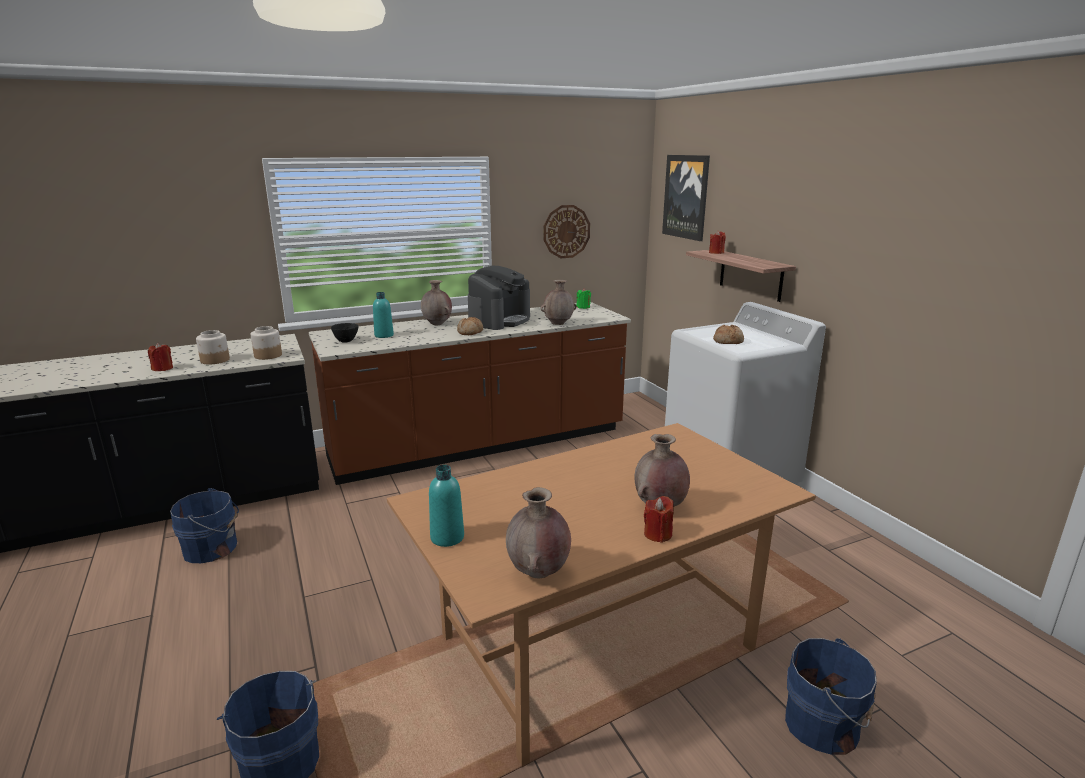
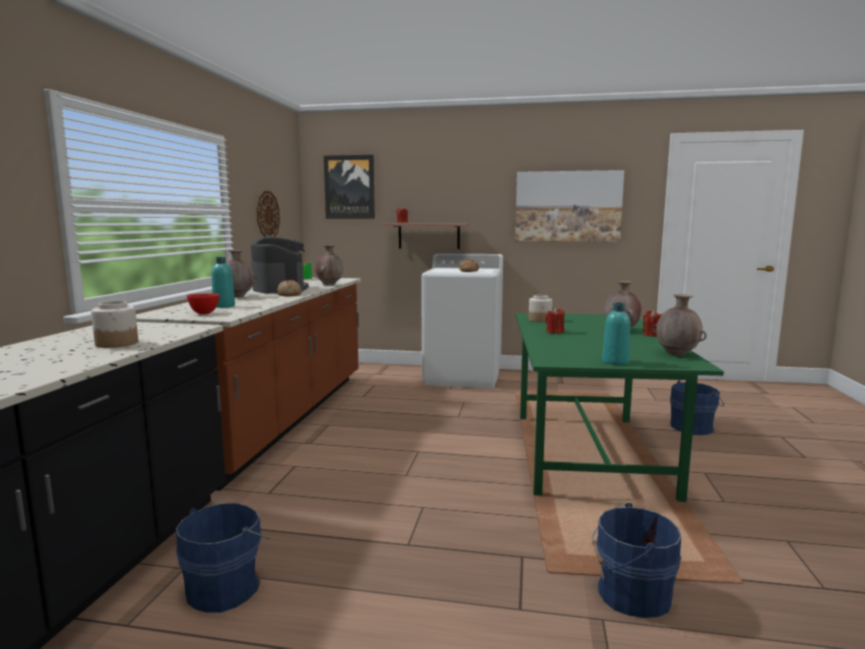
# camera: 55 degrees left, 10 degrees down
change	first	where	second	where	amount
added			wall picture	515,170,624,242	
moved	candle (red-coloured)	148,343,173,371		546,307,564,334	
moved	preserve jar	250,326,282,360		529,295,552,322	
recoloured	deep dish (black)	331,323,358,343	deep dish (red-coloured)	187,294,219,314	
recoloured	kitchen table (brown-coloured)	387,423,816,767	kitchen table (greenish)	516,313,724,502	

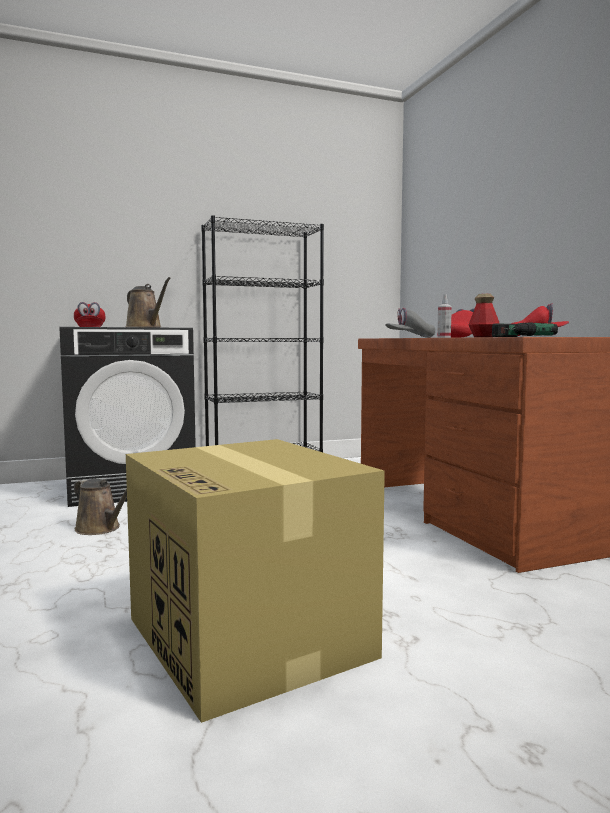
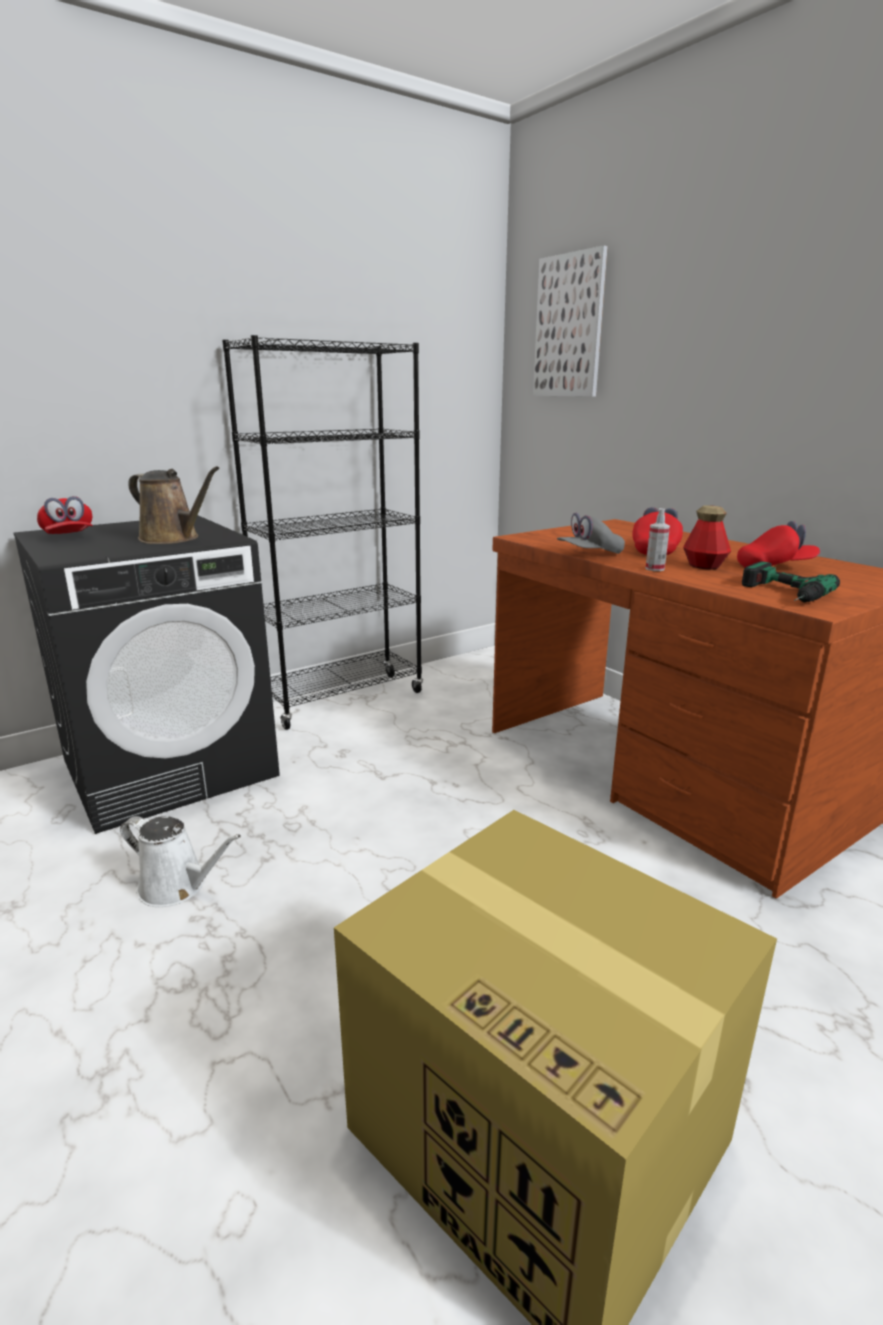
# camera: 15 degrees left, 15 degrees up
change	first	where	second	where	amount
added			wall picture	533,245,608,397	
recoloured	sprinkling can (brown-coloured)	74,479,127,535	sprinkling can (white-coloured)	120,816,241,907	

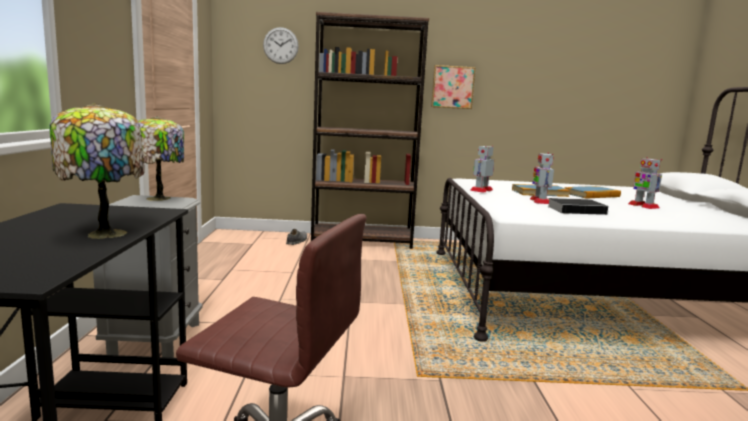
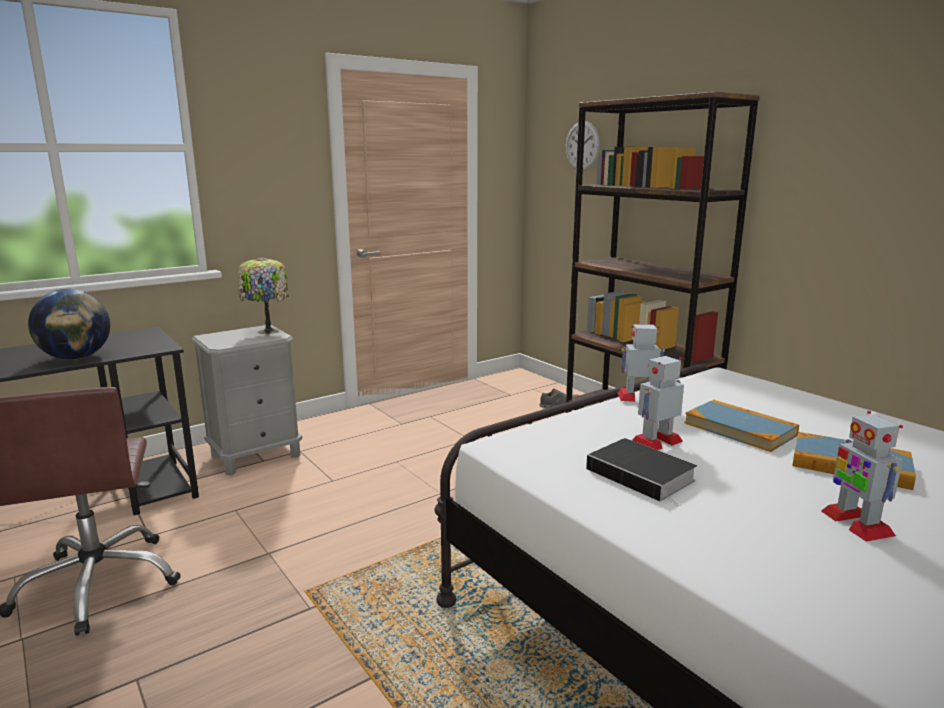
# camera: 55 degrees right, 5 degrees up
change	first	where	second	where	amount
removed	wall picture	431,65,476,109			
replaced	table lamp	49,103,145,239	desk globe	28,289,110,360	
turned	toy robot	628,157,662,209		821,411,903,542	45 degrees counterclockwise

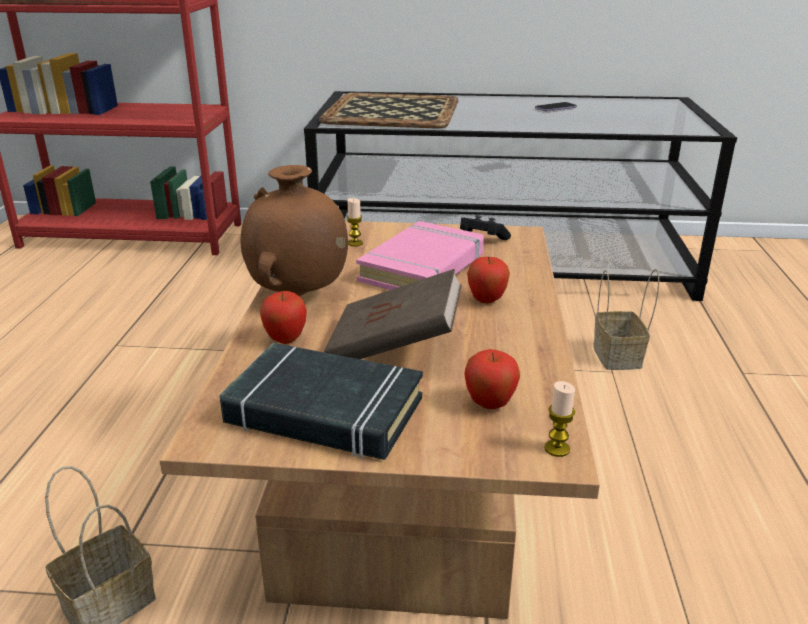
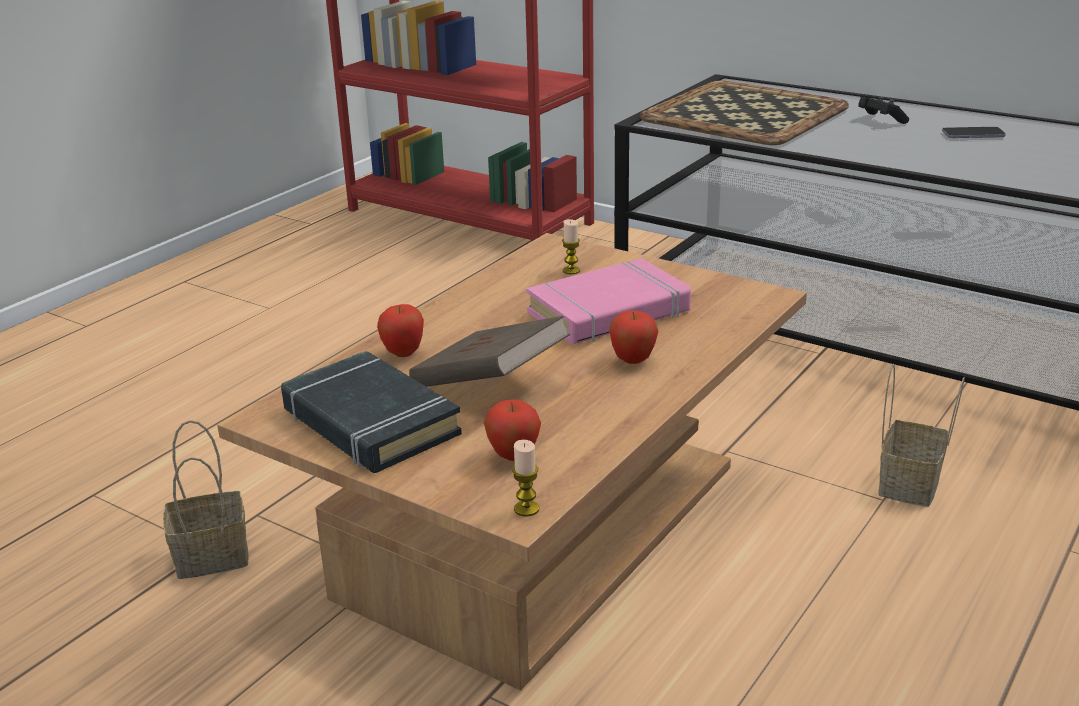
# camera: 30 degrees right, 0 degrees up
change	first	where	second	where	amount
removed	decorative vase (brown-coloured)	241,165,348,296			
moved	joypad (black)	460,215,511,240		858,96,909,124	

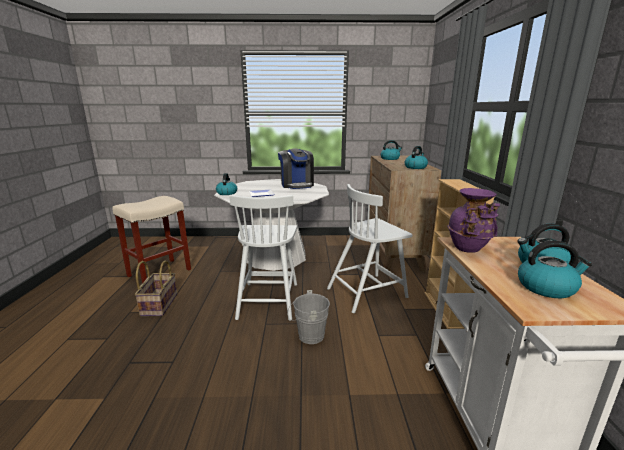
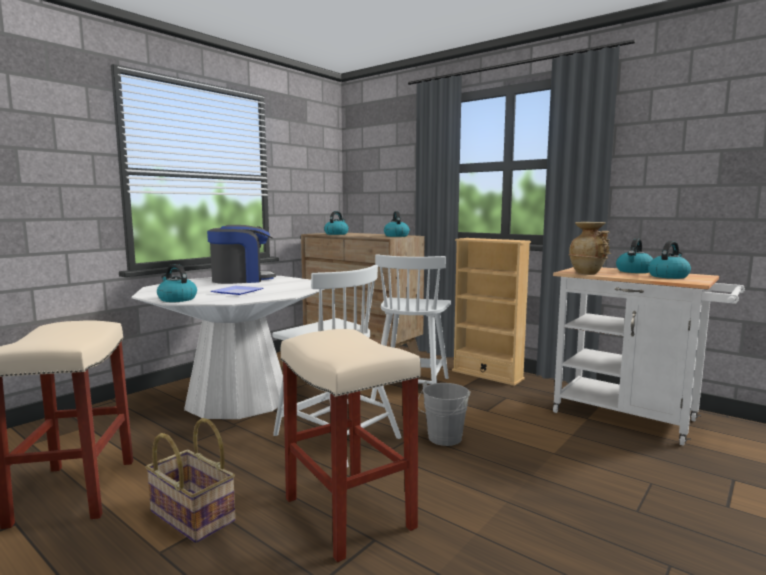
# camera: 50 degrees left, 10 degrees down
change	first	where	second	where	amount
added			stool (sand-coloured)	280,329,421,562	
recoloured	decorative vase (purplish)	447,188,500,253	decorative vase (sand-coloured)	569,222,612,274	
turned	coffee maker	278,148,314,189		207,225,276,284	45 degrees counterclockwise

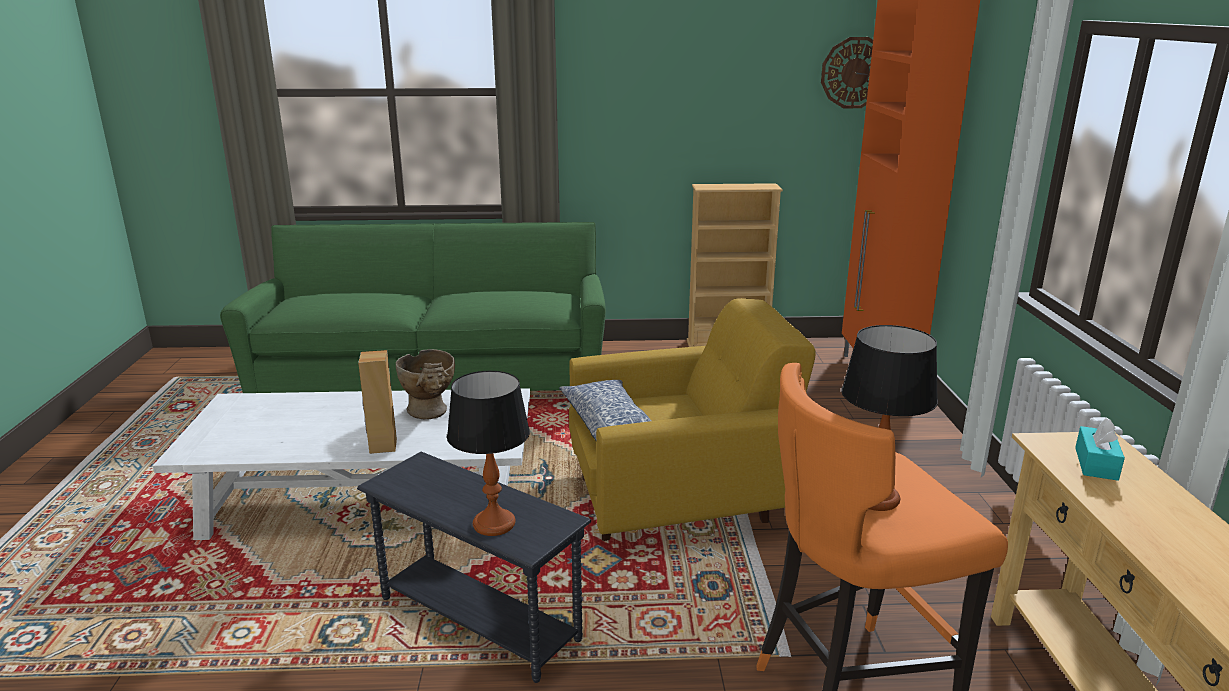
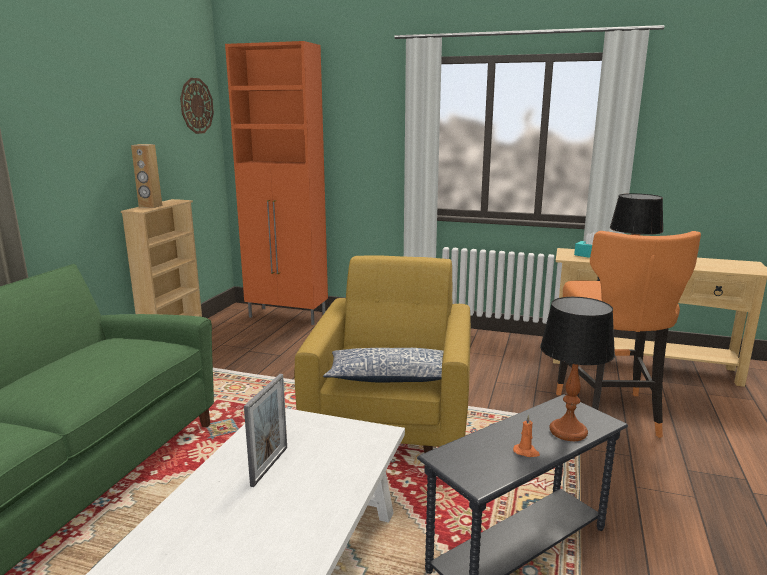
# camera: 70 degrees left, 5 degrees down
change	first	where	second	where	amount
added			candle (orangey)	513,414,540,457	
moved	loudspeaker (brown-coloured)	358,350,397,454		131,144,162,208	
replaced	decorative vase (sand-coloured)	396,349,455,420	standing frame	244,374,287,487	

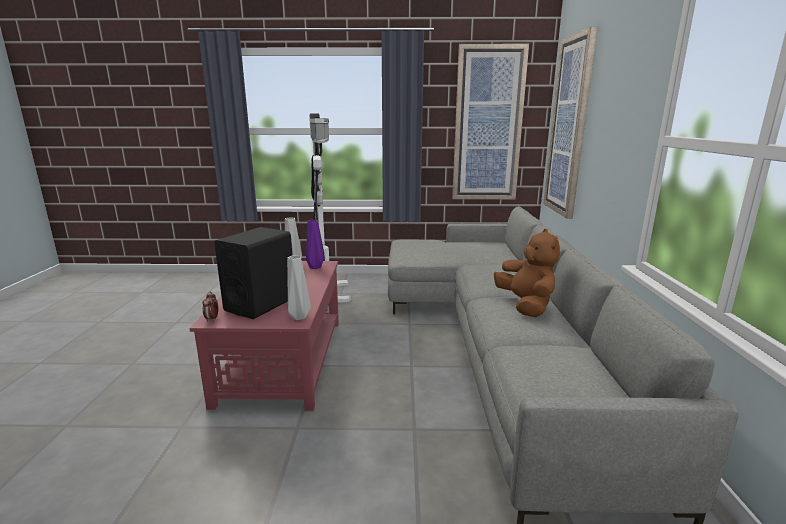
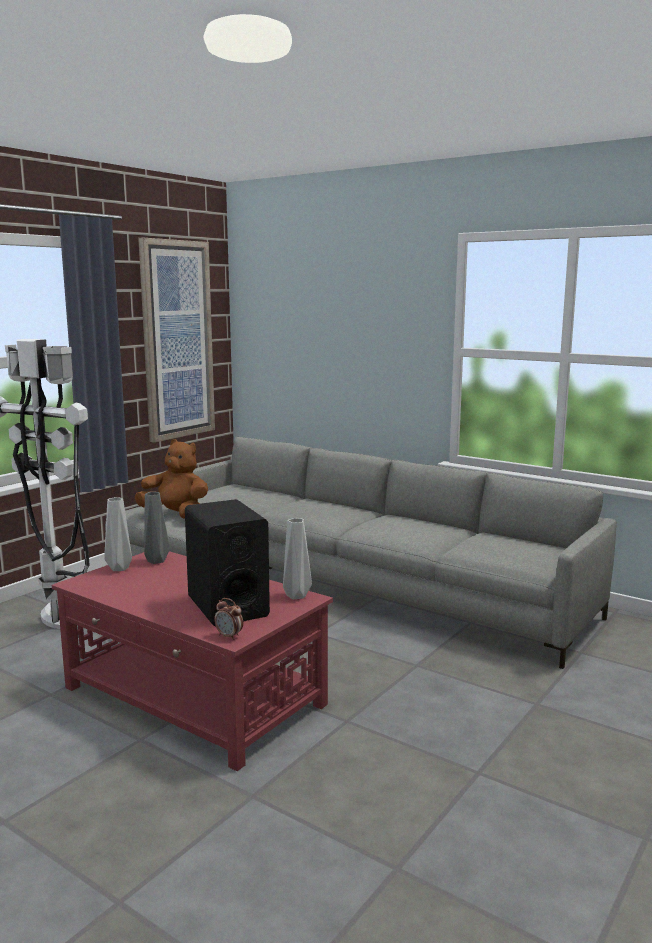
# camera: 55 degrees left, 5 degrees down
change	first	where	second	where	amount
removed	wall picture	543,27,598,219			
moved	plush toy (brown-coloured)	494,229,560,317		134,439,208,519	
recoloured	decorative vase (purplish)	306,220,324,269	decorative vase (grey)	144,492,170,564	

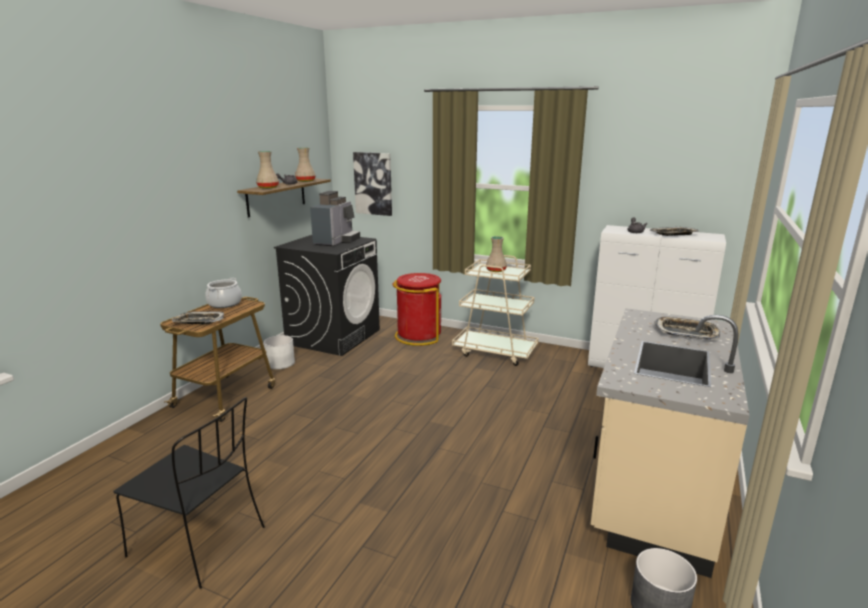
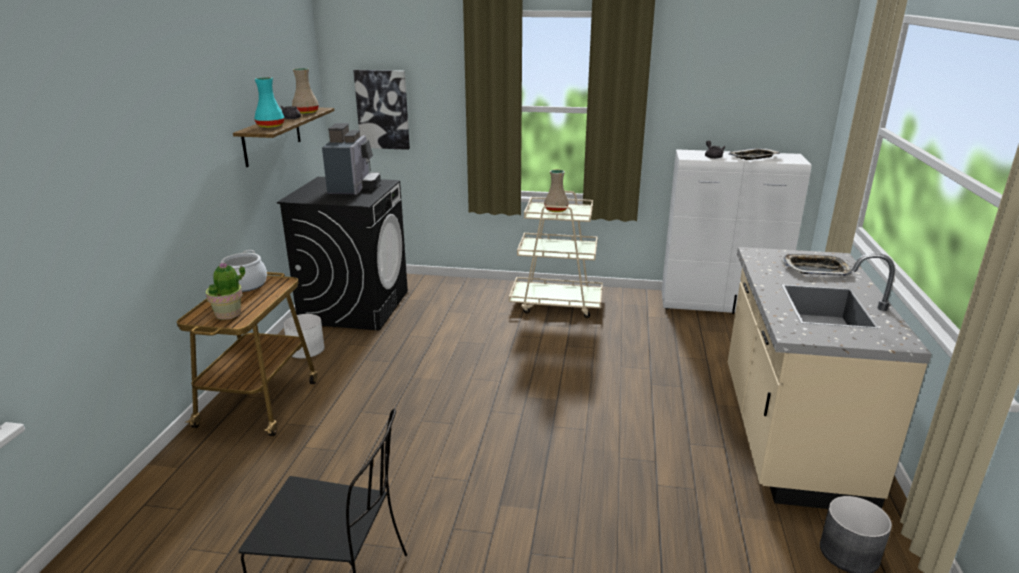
# camera: 15 degrees left, 5 degrees up
change	first	where	second	where	amount
removed	rubbish bin (red-coloured)	393,273,441,346			
replaced	tray	172,311,224,324	houseplant	206,262,245,320	
recoloured	decorative vase (sand-coloured)	256,151,279,189	decorative vase (turquoise)	254,77,284,128	

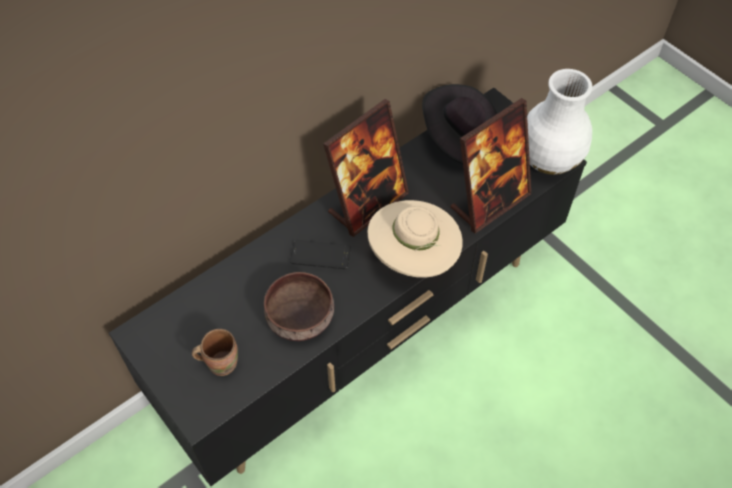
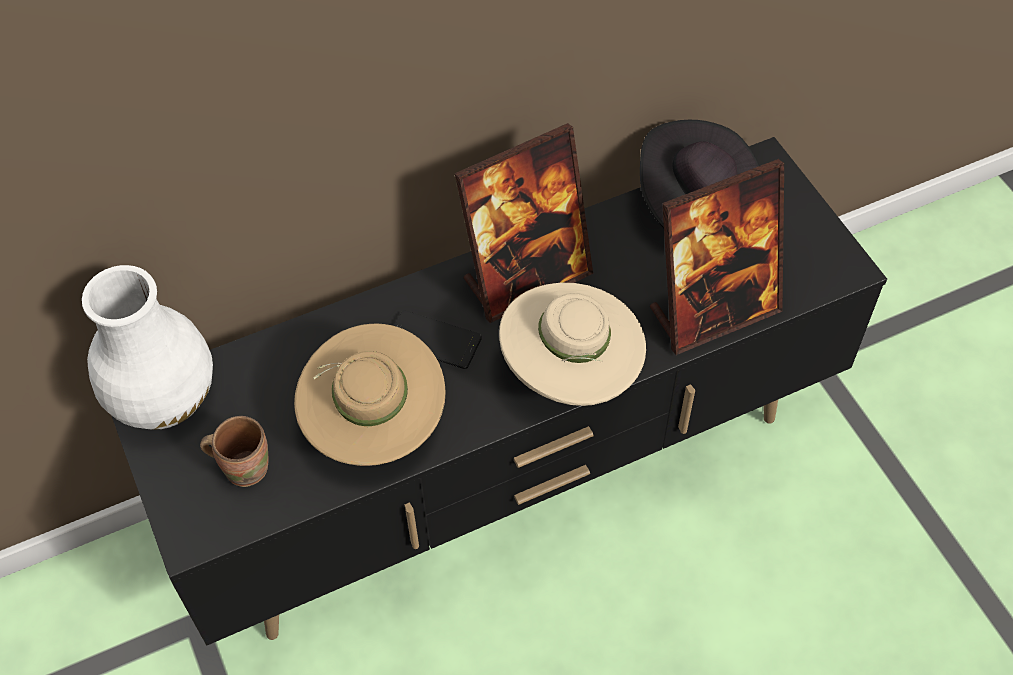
# camera: 15 degrees right, 0 degrees up
change	first	where	second	where	amount
moved	decorative vase (white-coloured)	527,69,592,175		82,265,213,430	
replaced	deep dish (brown-coloured)	264,272,334,341	wearable hat (sand-coloured)	294,324,446,466	

